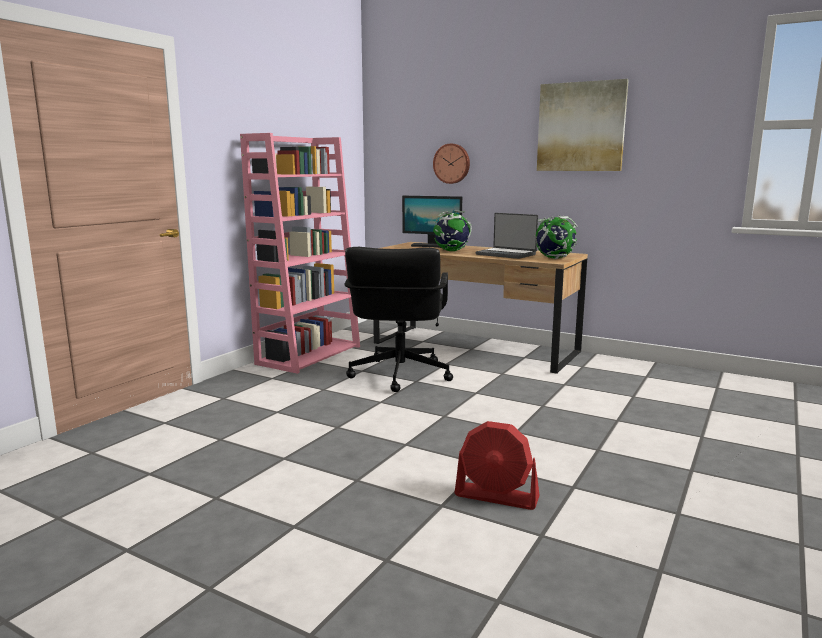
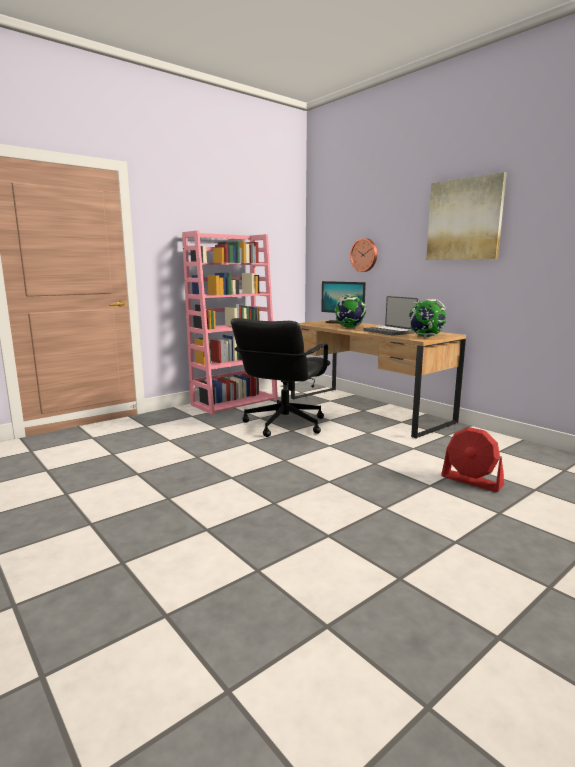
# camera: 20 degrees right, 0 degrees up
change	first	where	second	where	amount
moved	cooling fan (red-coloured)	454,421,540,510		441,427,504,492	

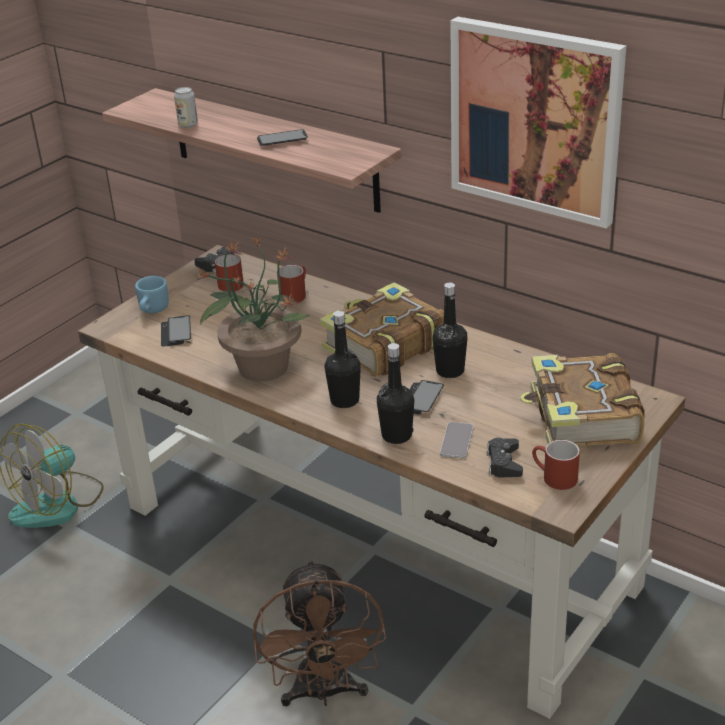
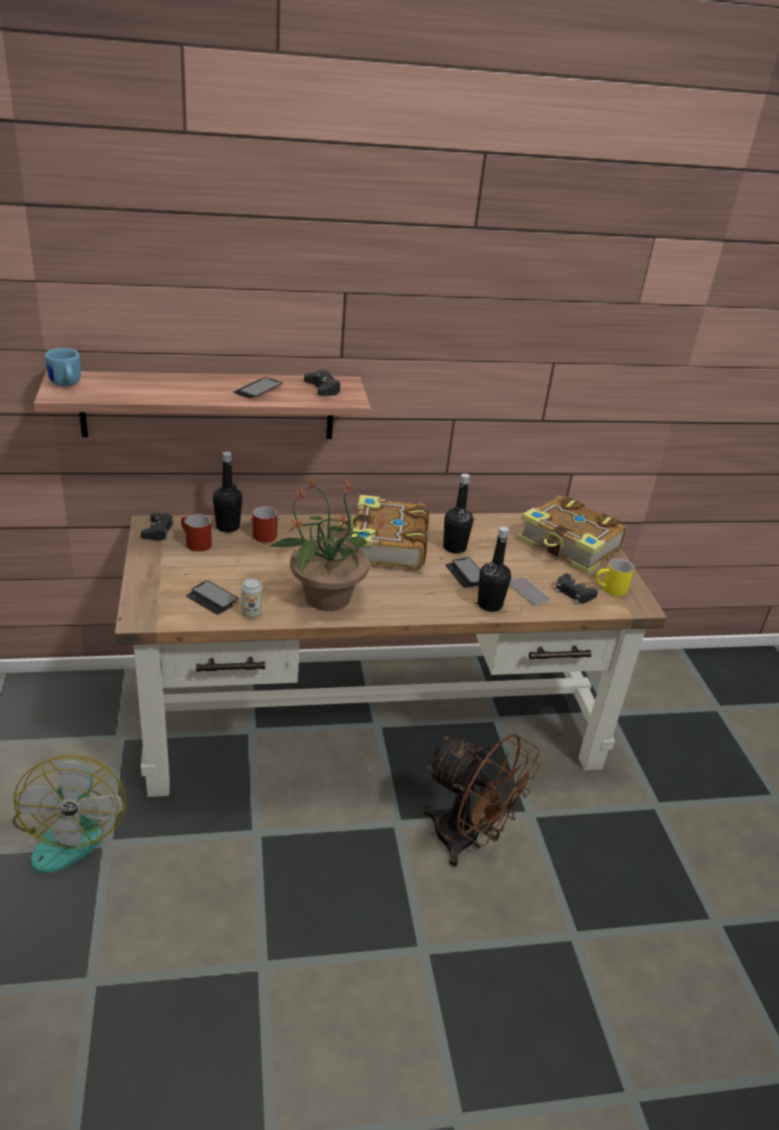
# camera: 50 degrees left, 0 degrees up
change	first	where	second	where	amount
removed	wall picture	451,17,626,228			
added			joypad (black)	304,370,341,396	
moved	coffee mug (bluish)	135,276,169,313		45,348,81,386	
moved	sealed can	174,87,198,128		241,578,262,618	
moved	bottle (black)	325,311,361,408		213,451,242,533	
recoloured	coffee mug (red-coloured)	532,440,580,490	coffee mug (yellowish)	596,558,634,596	

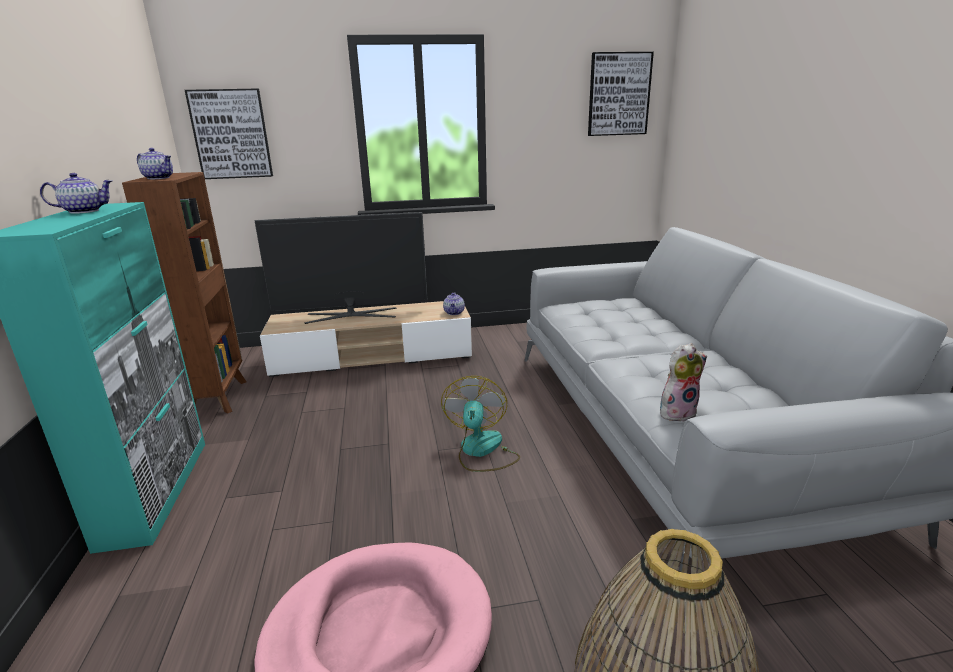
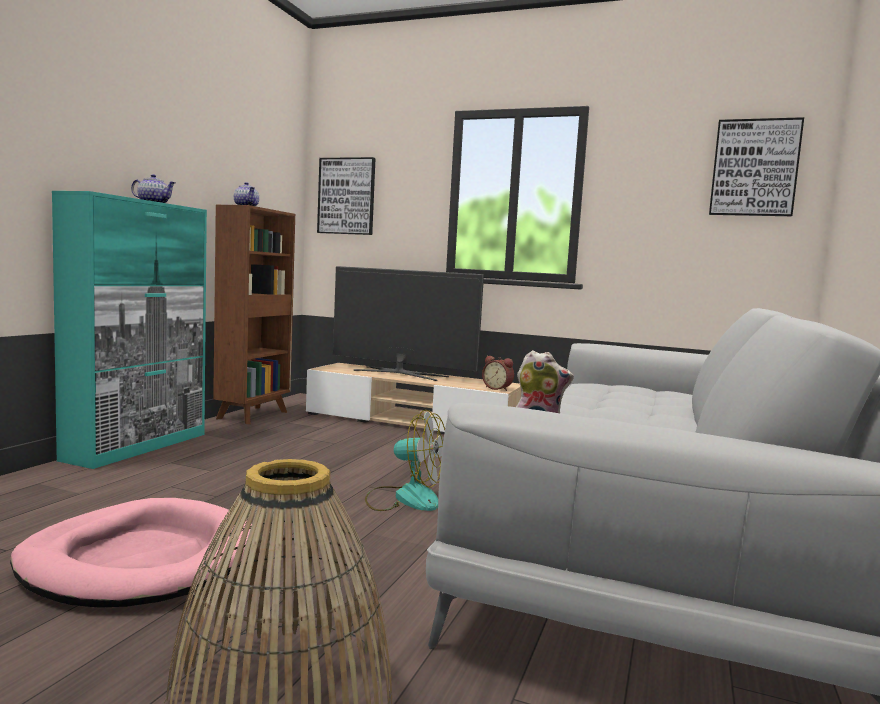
# camera: 30 degrees right, 15 degrees down
change	first	where	second	where	amount
replaced	tea pot	443,292,465,315	alarm clock	482,356,514,391	
turned	cooling fan	441,376,520,472		365,410,445,511	75 degrees clockwise

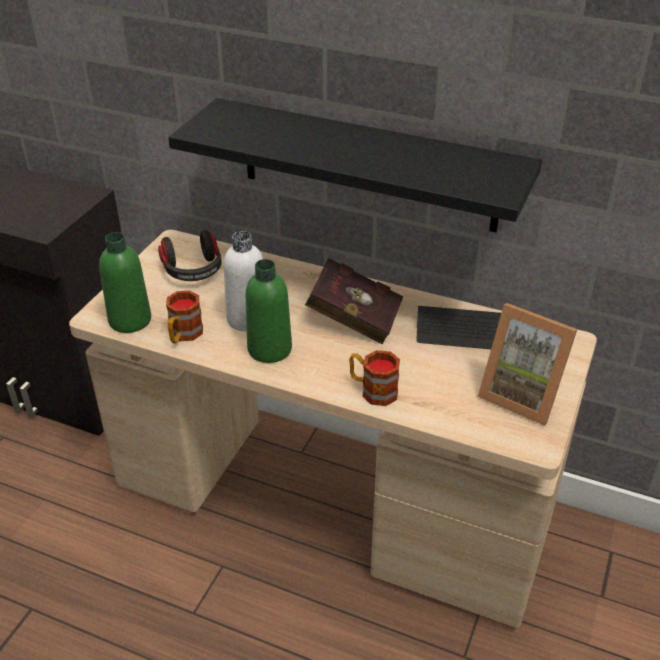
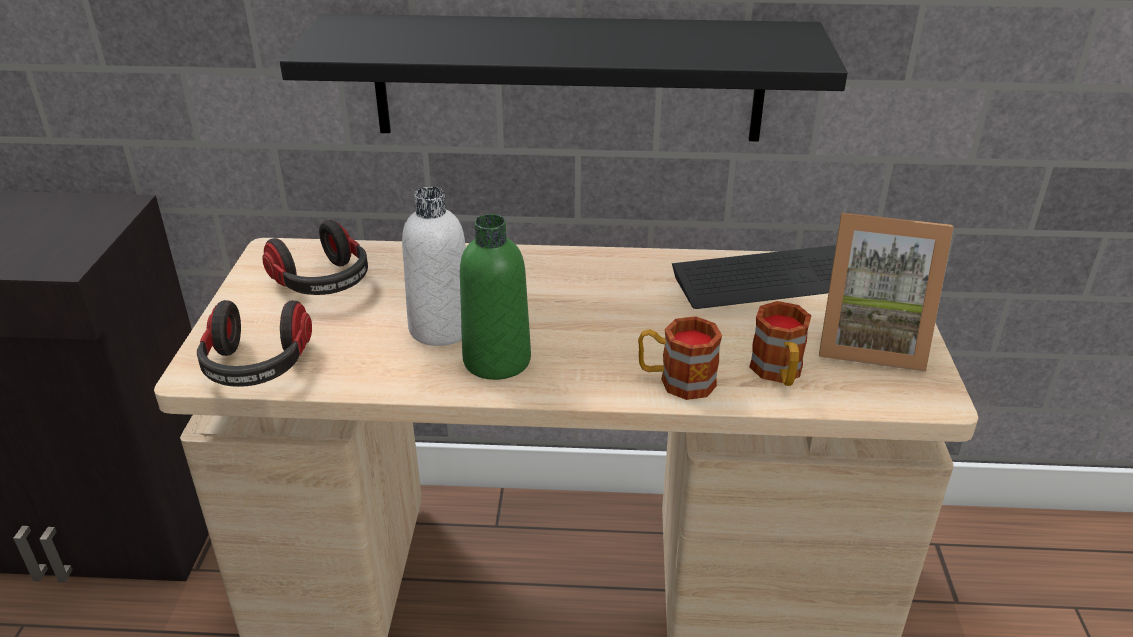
# camera: 20 degrees left, 5 degrees down
change	first	where	second	where	amount
removed	volume (red-coloured)	304,258,403,345			
moved	coffee mug	166,291,203,343		749,301,811,386	
replaced	bottle (greenish)	99,232,151,333	headset	197,300,312,387	

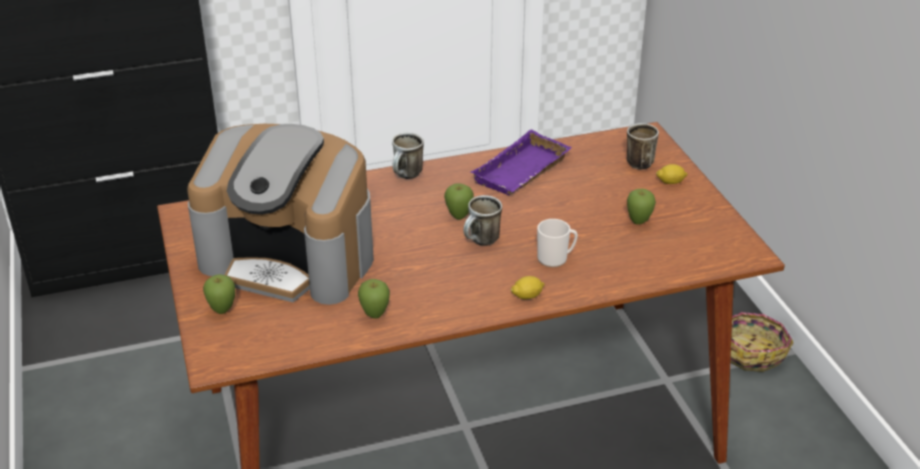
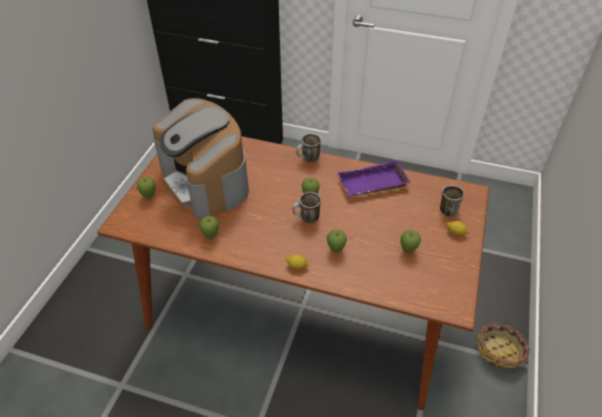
# camera: 35 degrees right, 10 degrees up
change	first	where	second	where	amount
replaced	coffee mug	537,219,578,267	apple fruit	327,230,347,252	

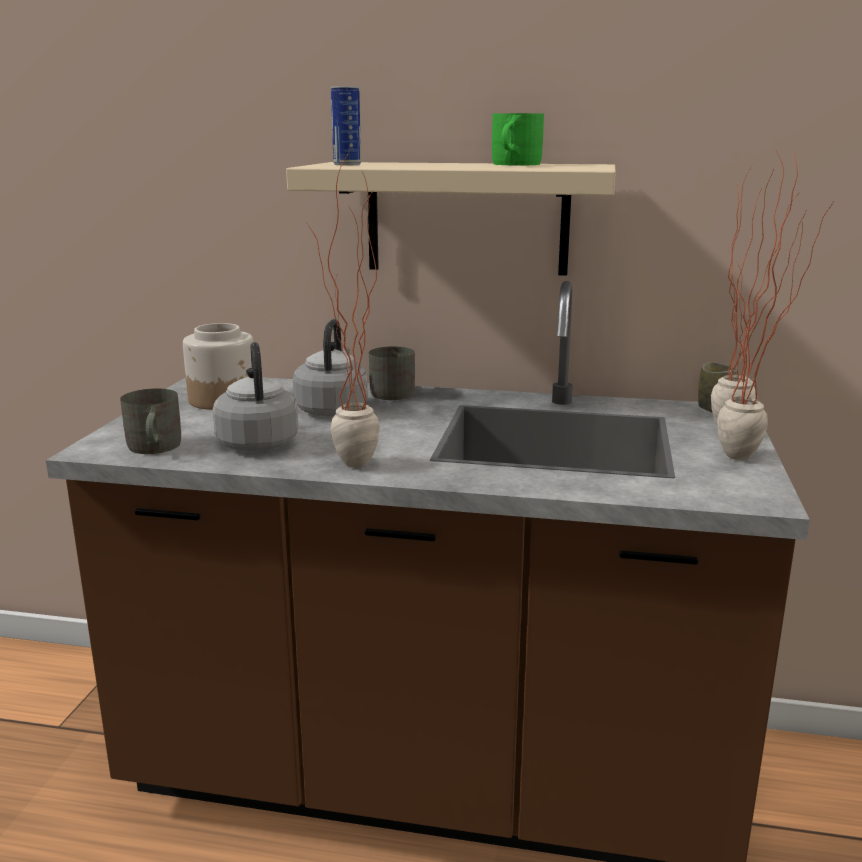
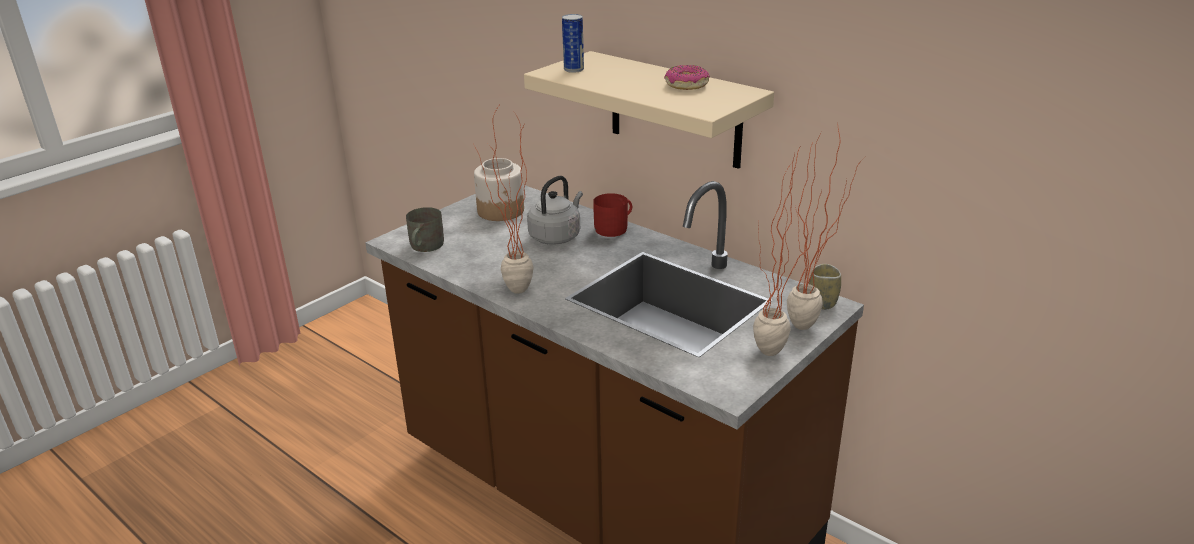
# camera: 30 degrees right, 10 degrees up
change	first	where	second	where	amount
removed	water kettle (grey)	213,342,298,451			
replaced	coffee mug (greenish)	492,113,544,165	ring doughnut	664,65,710,90	
recoloured	coffee mug (grey)	369,347,415,400	coffee mug (red-coloured)	593,193,632,237	

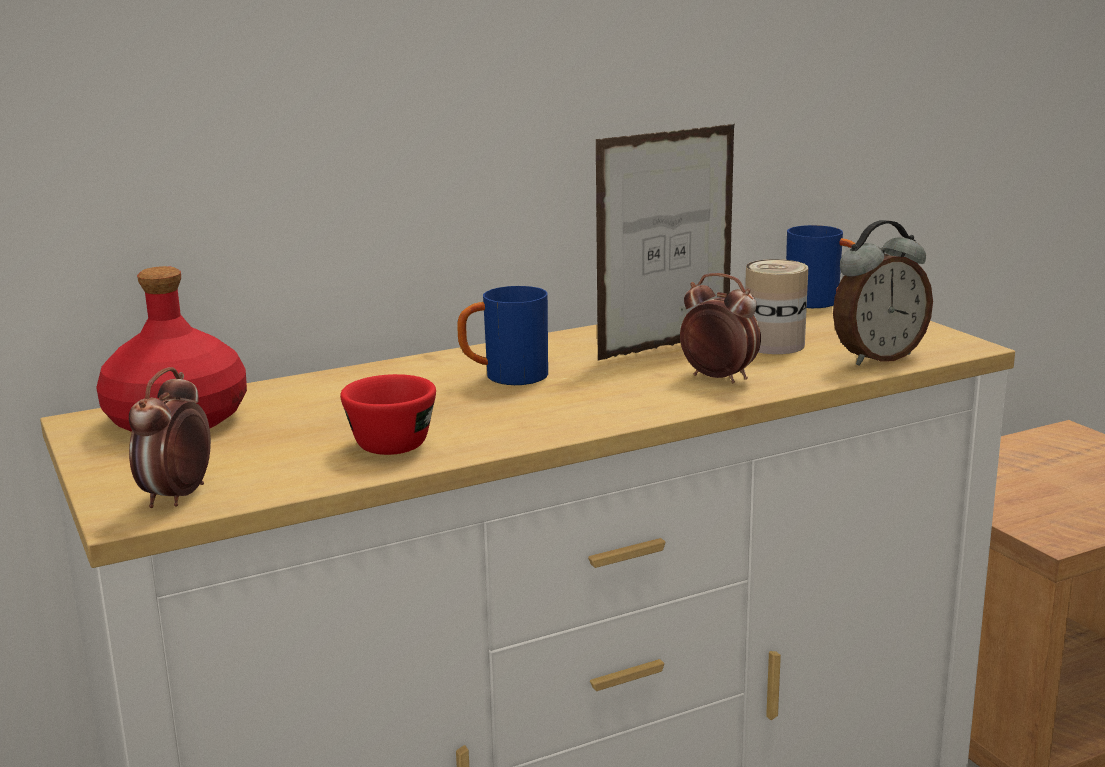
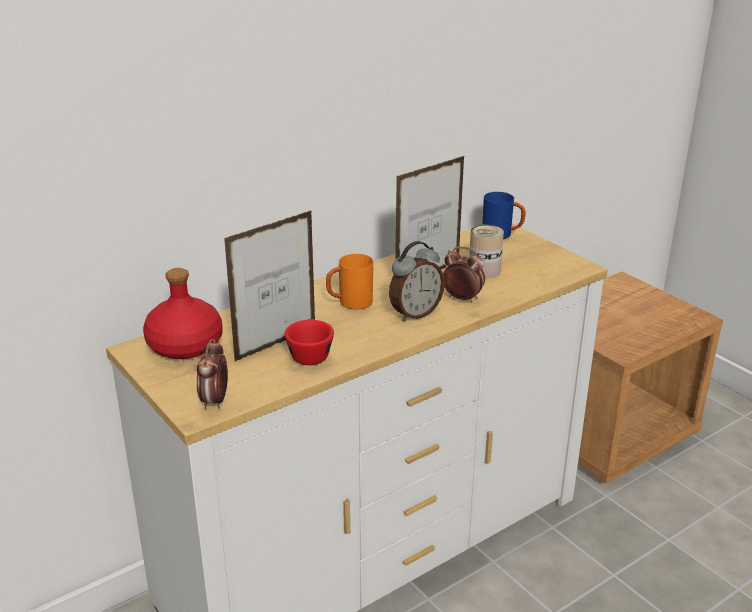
# camera: 10 degrees left, 10 degrees up
change	first	where	second	where	amount
added			standing frame	224,210,315,361	
moved	alarm clock	833,220,933,366		389,241,445,322	
recoloured	coffee mug (bluish)	457,286,548,385	coffee mug (orangey)	326,254,373,310	

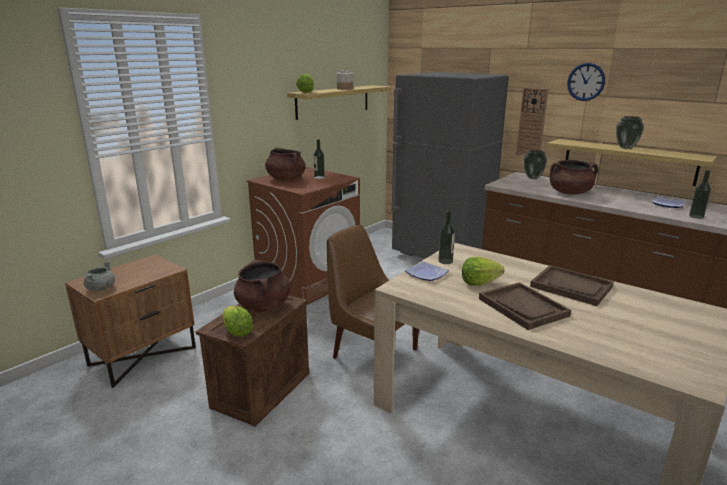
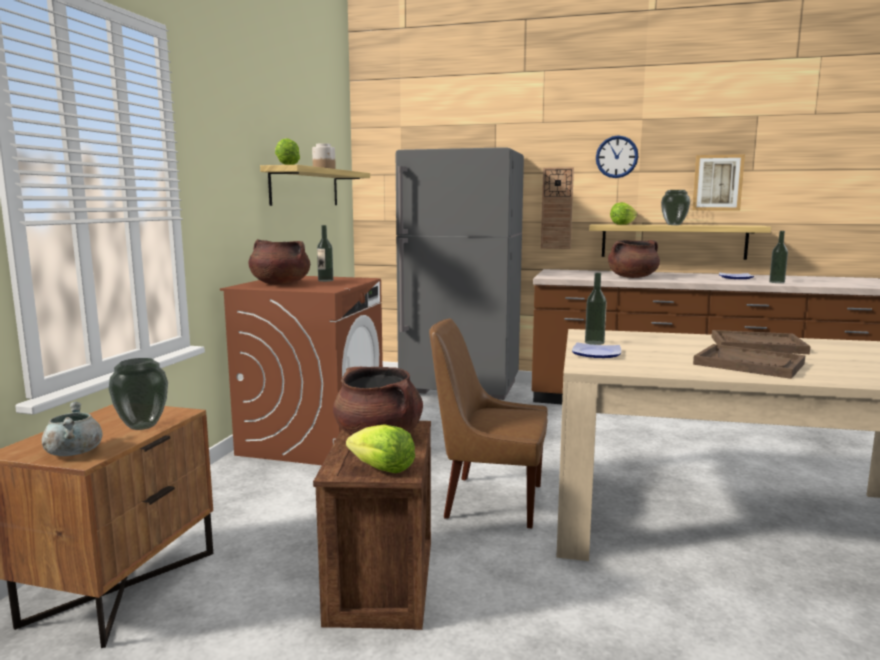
# camera: 25 degrees left, 10 degrees down
change	first	where	second	where	amount
added			wall picture	692,154,745,211	
moved	lettuce	462,257,504,286		610,202,637,225	
moved	decorative vase	524,150,547,179		109,358,168,430	

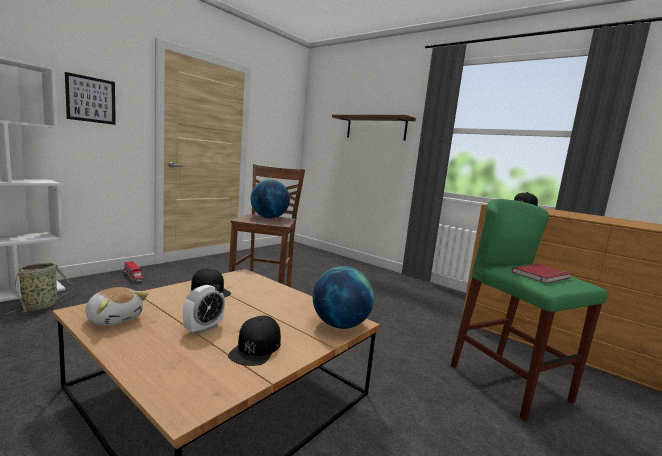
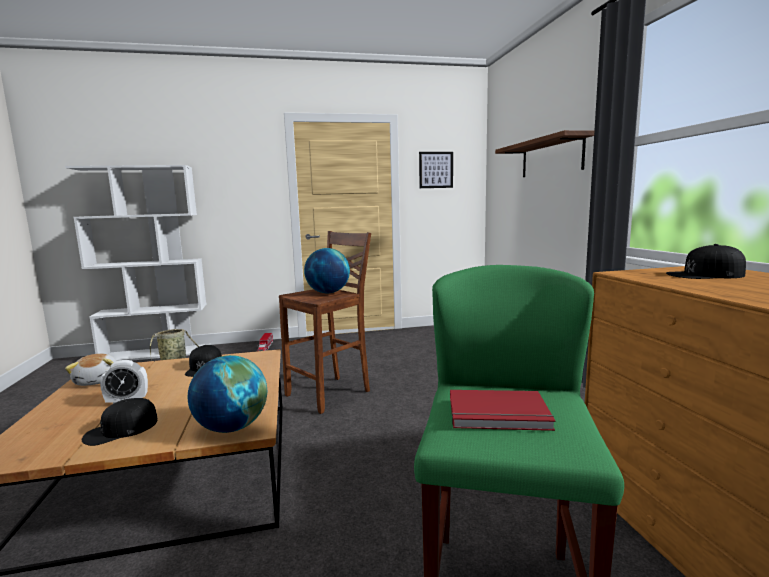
# camera: 40 degrees right, 0 degrees up
change	first	where	second	where	amount
moved	wall picture	65,72,116,125		419,152,453,188	

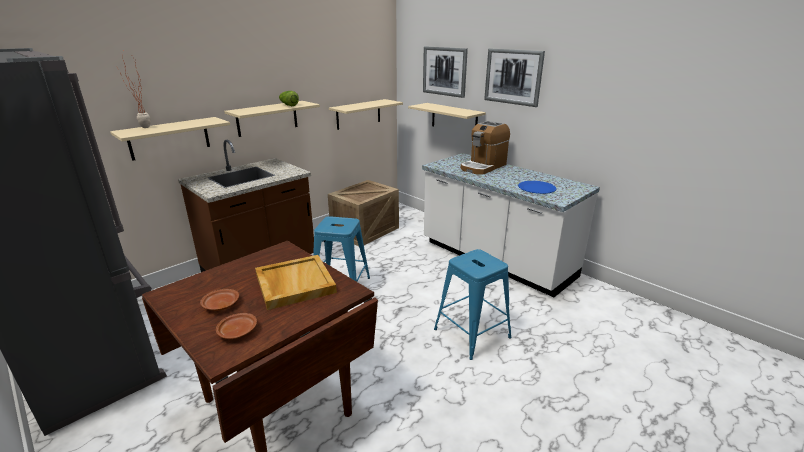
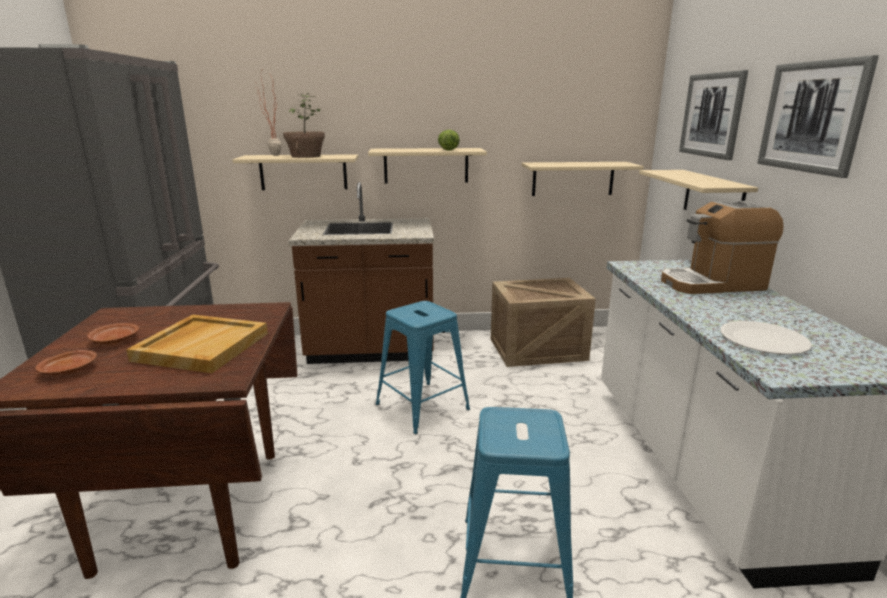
# camera: 40 degrees right, 5 degrees down
change	first	where	second	where	amount
added			houseplant	283,93,325,158	
recoloured	plate (bluish)	518,181,556,194	plate (white-coloured)	721,321,812,355	

